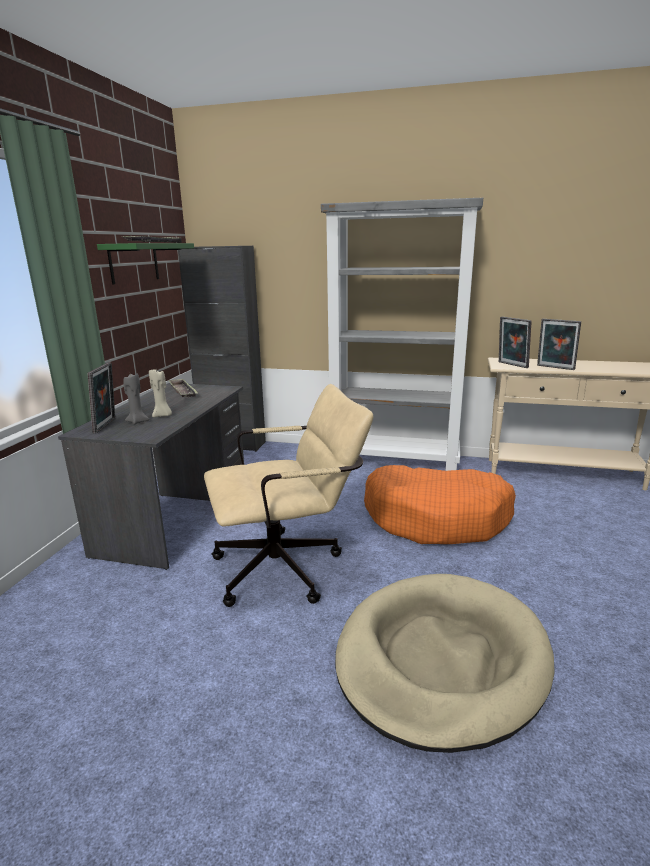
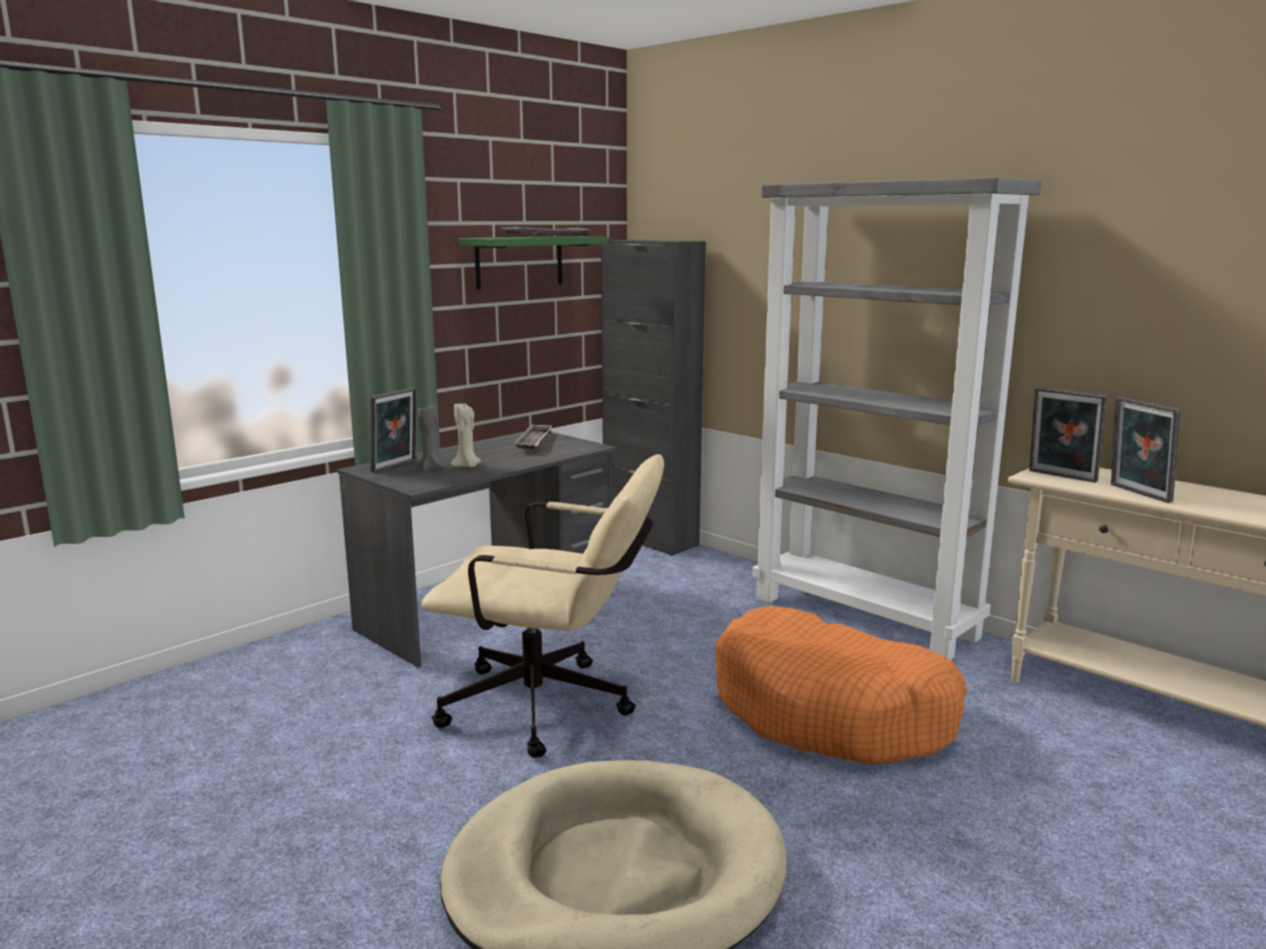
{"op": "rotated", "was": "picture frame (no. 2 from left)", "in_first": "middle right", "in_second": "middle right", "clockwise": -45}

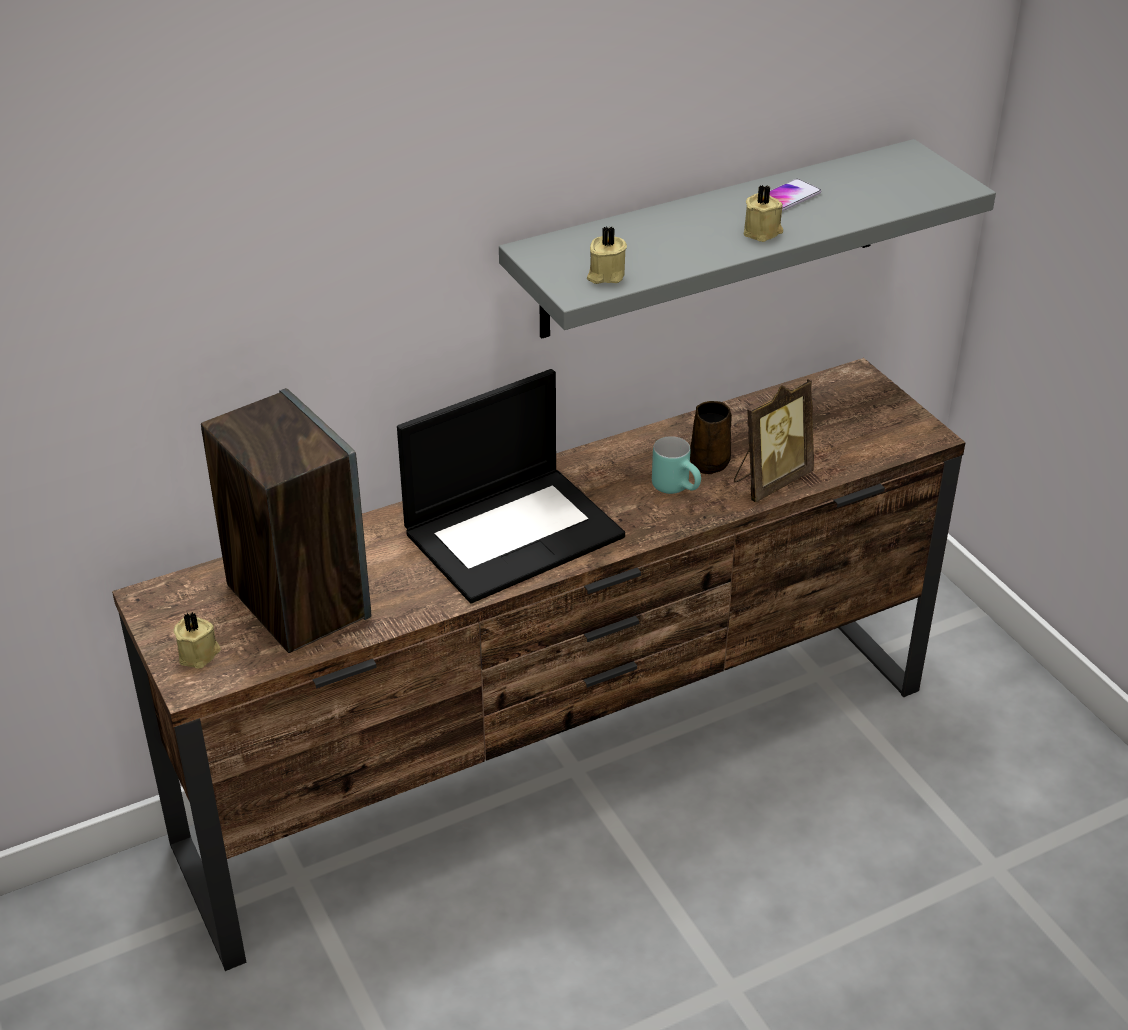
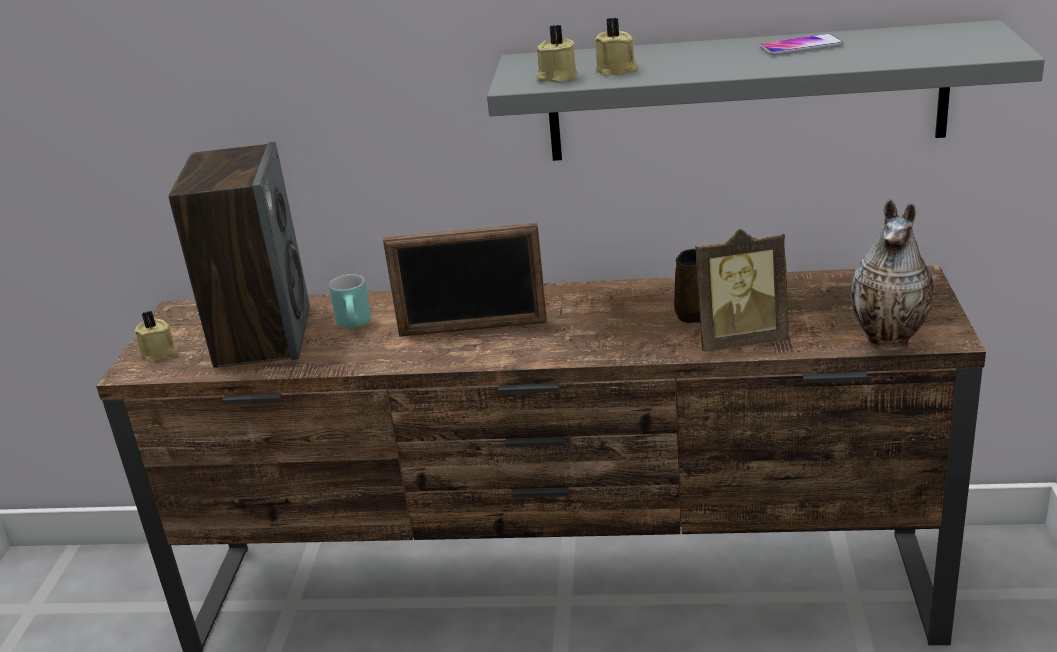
{"op": "shifted", "was": "beige candle (no. 3 from left)", "in_first": "top right", "in_second": "top centre"}
{"op": "swapped", "was": "laptop", "now": "picture frame (no. 1 from left)", "in_first": "centre", "in_second": "centre"}
{"op": "shifted", "was": "turquoise mug", "in_first": "centre", "in_second": "middle left"}
{"op": "new", "now": "vase", "in_second": "middle right"}

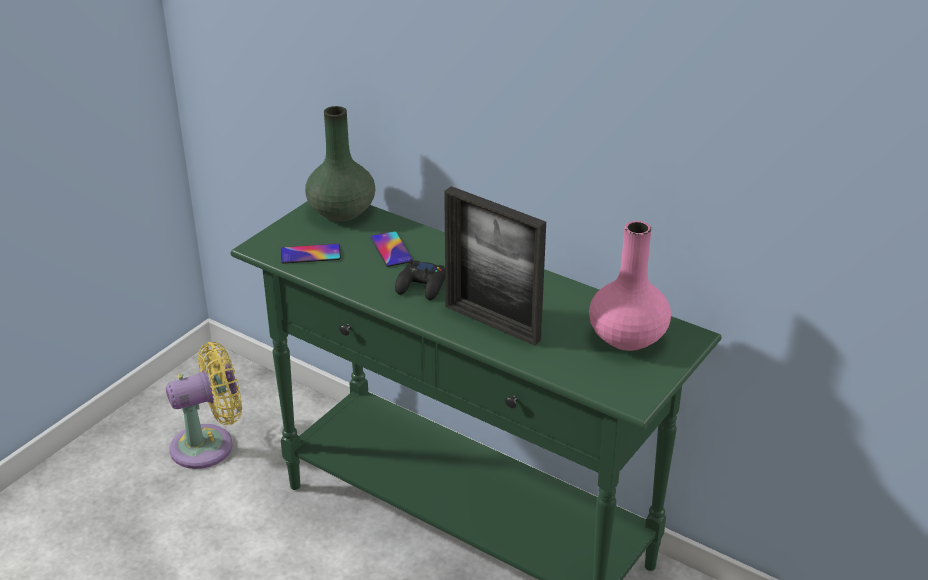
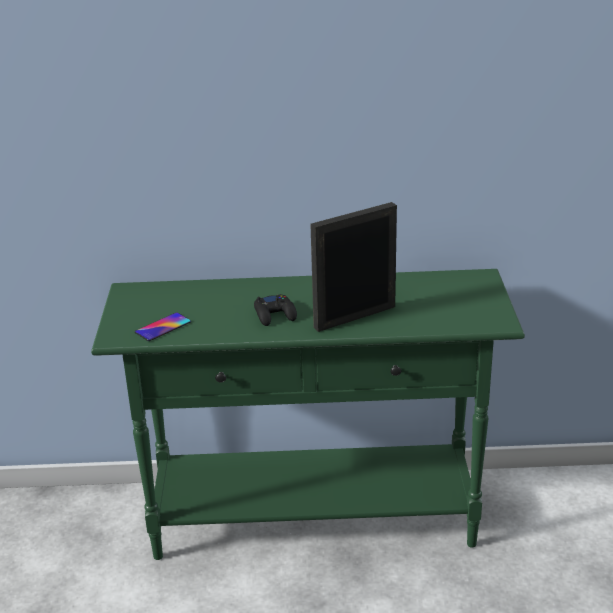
{"op": "gone", "was": "green vase", "in_first": "top centre"}
{"op": "rotated", "was": "picture frame", "in_first": "centre", "in_second": "centre", "clockwise": 150}
{"op": "gone", "was": "pink vase", "in_first": "middle right"}
{"op": "gone", "was": "phone (no. 2 from left)", "in_first": "centre"}
{"op": "gone", "was": "yellow fan", "in_first": "bottom left"}

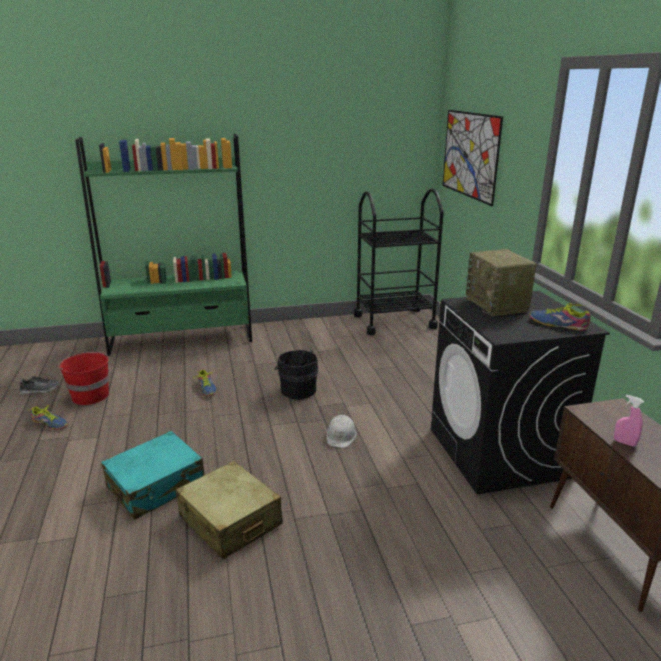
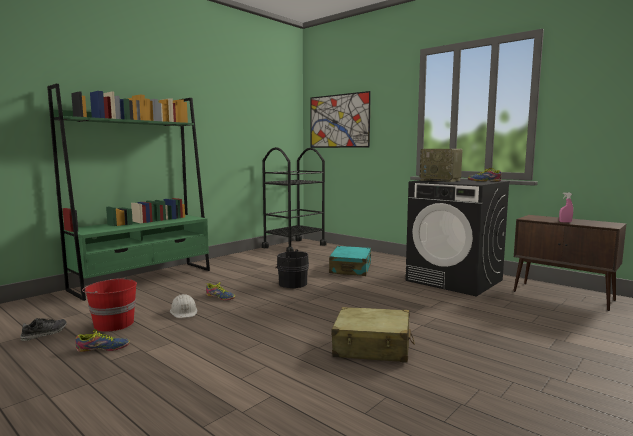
{"op": "shifted", "was": "white hard hat", "in_first": "centre", "in_second": "bottom left"}
{"op": "shifted", "was": "turquoise suitcase", "in_first": "bottom left", "in_second": "centre"}

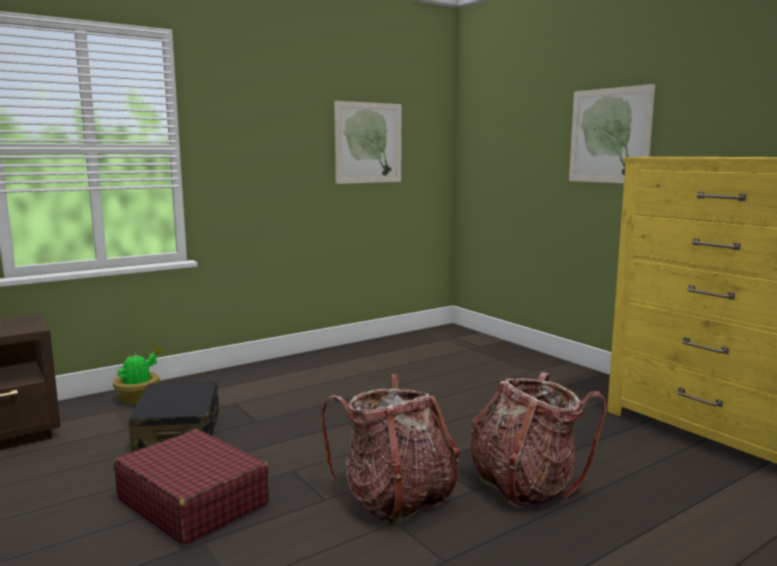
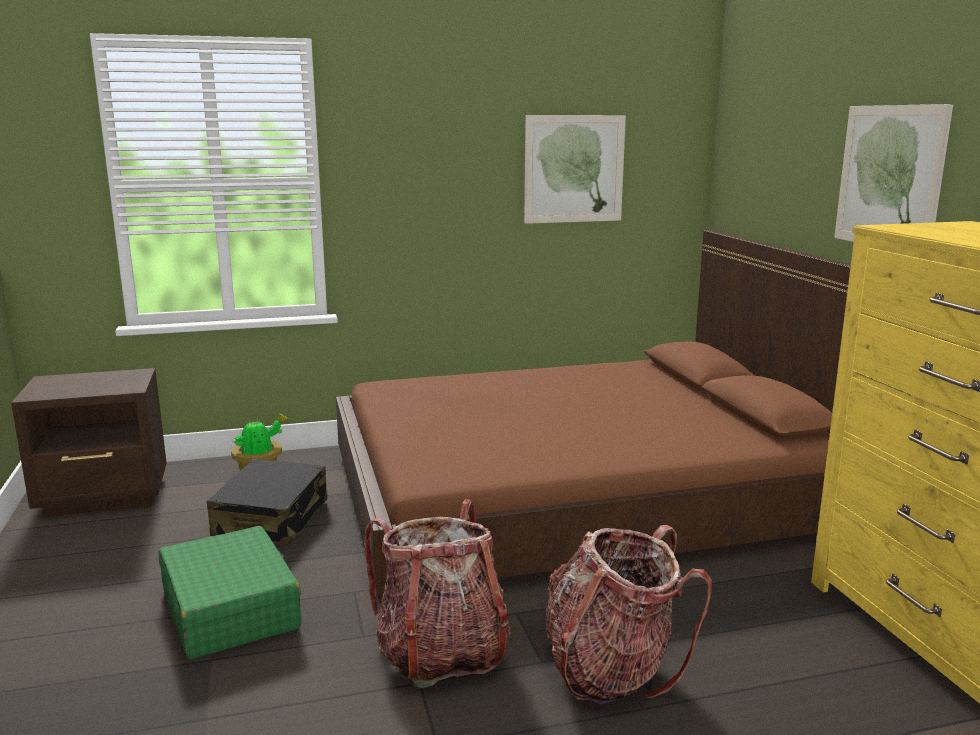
{"op": "repainted", "was": "red suitcase", "now": "green suitcase", "in_first": "bottom left", "in_second": "bottom left"}
{"op": "new", "now": "brown bed", "in_second": "centre"}

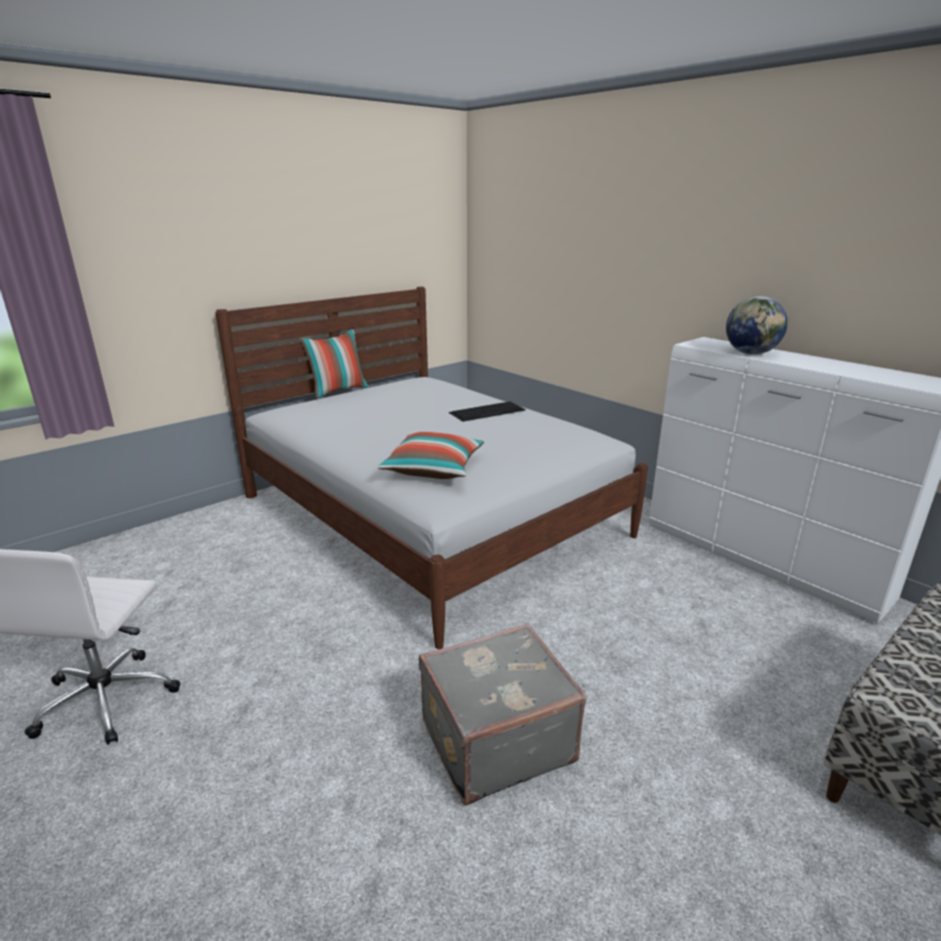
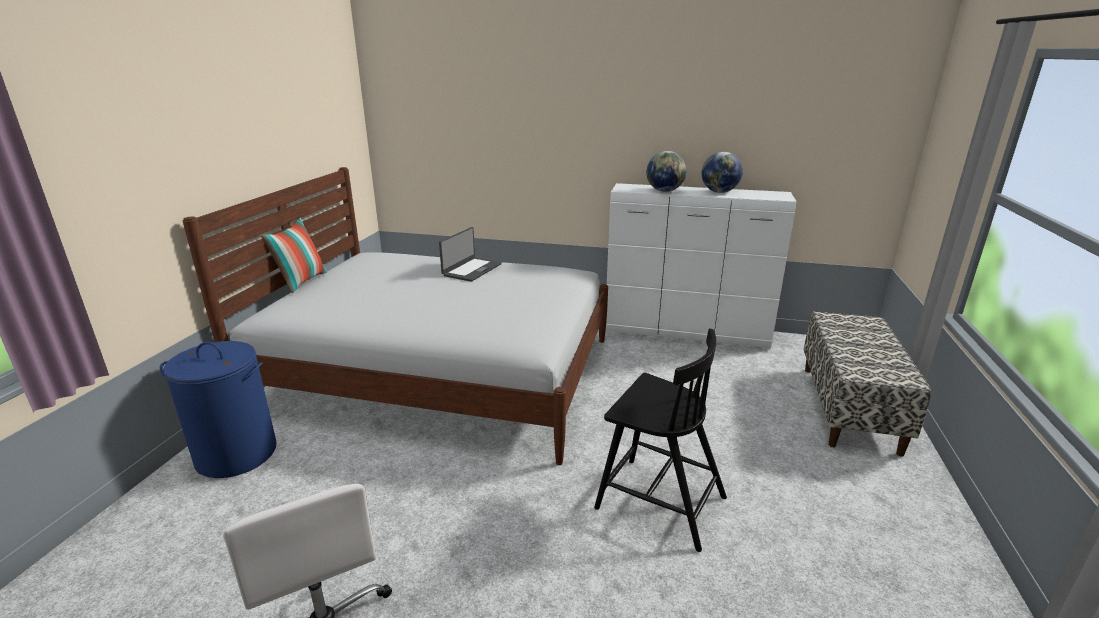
{"op": "swapped", "was": "keyboard", "now": "laptop", "in_first": "centre", "in_second": "centre"}
{"op": "gone", "was": "pillow (no. 2 from left)", "in_first": "centre"}
{"op": "swapped", "was": "grey suitcase", "now": "black chair", "in_first": "bottom centre", "in_second": "bottom centre"}
{"op": "new", "now": "globe (no. 2 from left)", "in_second": "top centre"}
{"op": "new", "now": "blue laundry basket", "in_second": "middle left"}

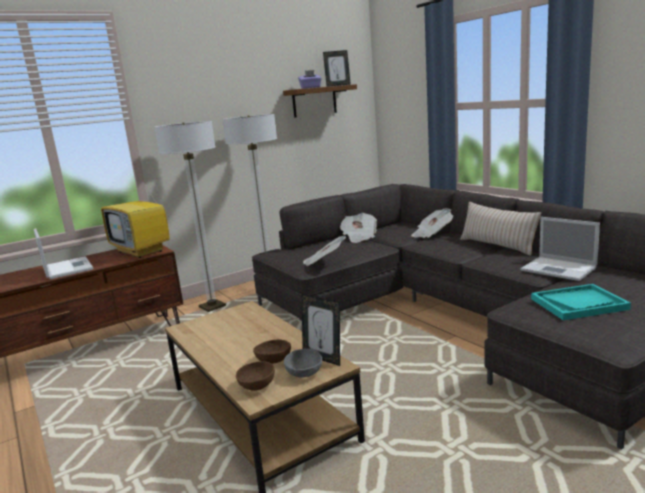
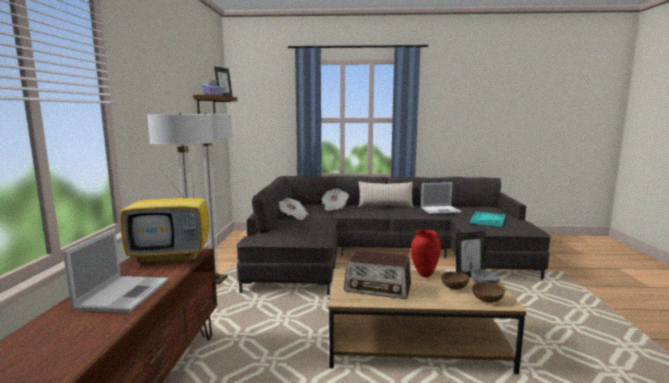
{"op": "rotated", "was": "laptop (no. 1 from left)", "in_first": "middle left", "in_second": "bottom left", "clockwise": 90}
{"op": "gone", "was": "newspaper (no. 1 from left)", "in_first": "centre"}
{"op": "new", "now": "red vase", "in_second": "centre"}
{"op": "new", "now": "radio", "in_second": "bottom centre"}

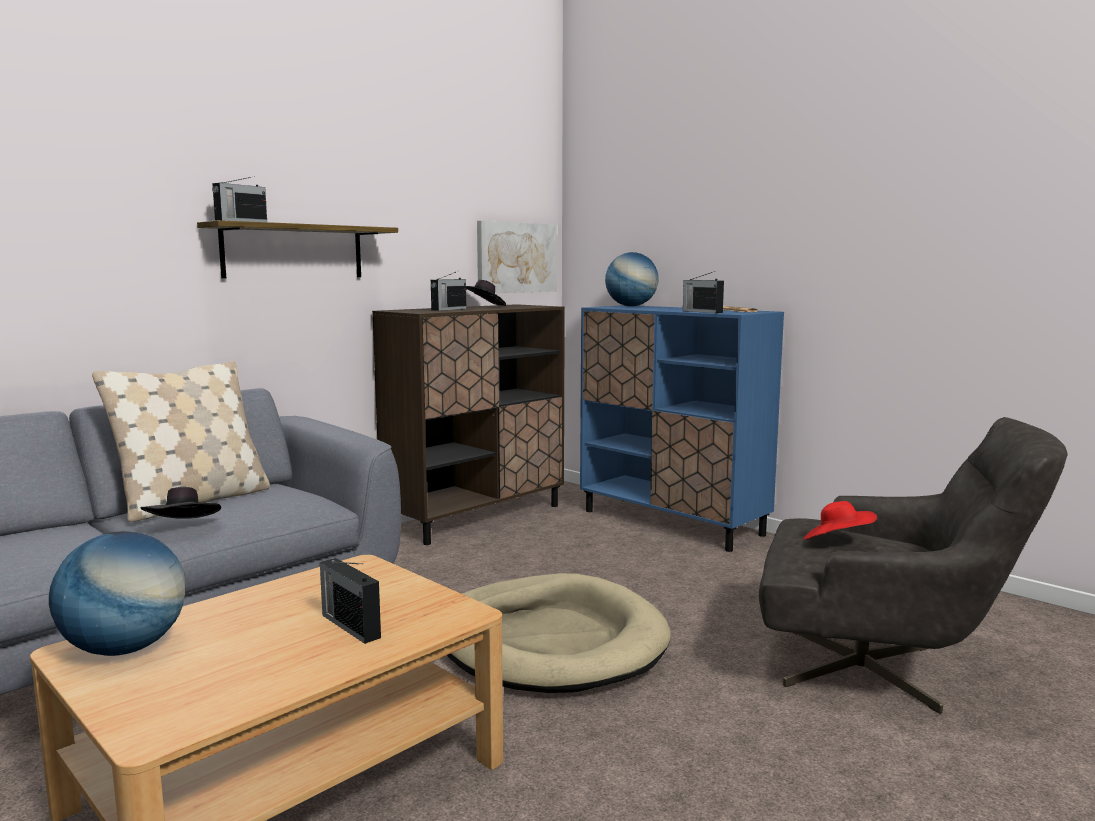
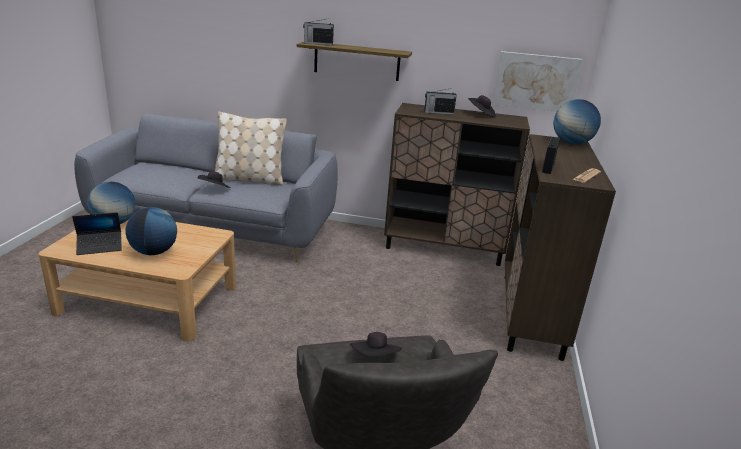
{"op": "repainted", "was": "blue cabinet", "now": "brown cabinet (no. 2 from left)", "in_first": "centre", "in_second": "middle right"}
{"op": "repainted", "was": "red hat", "now": "black hat (no. 2 from left)", "in_first": "middle right", "in_second": "bottom centre"}
{"op": "swapped", "was": "radio (no. 2 from left)", "now": "globe (no. 2 from left)", "in_first": "bottom left", "in_second": "middle left"}
{"op": "gone", "was": "beige dog bed", "in_first": "bottom centre"}
{"op": "new", "now": "laptop", "in_second": "middle left"}

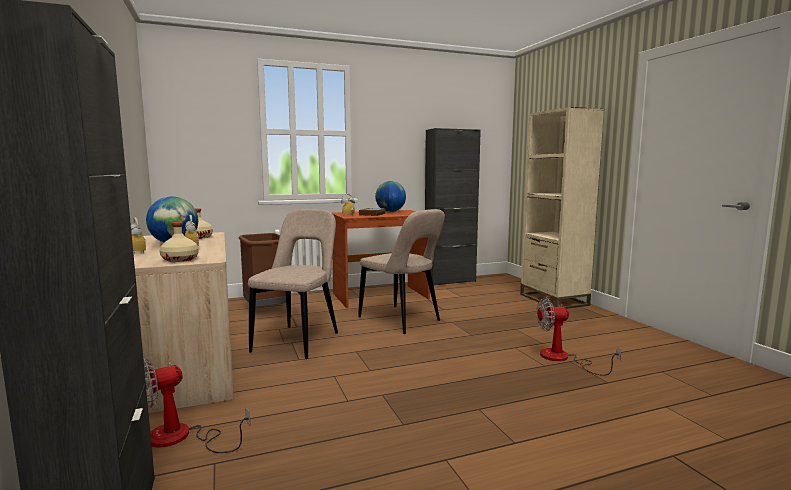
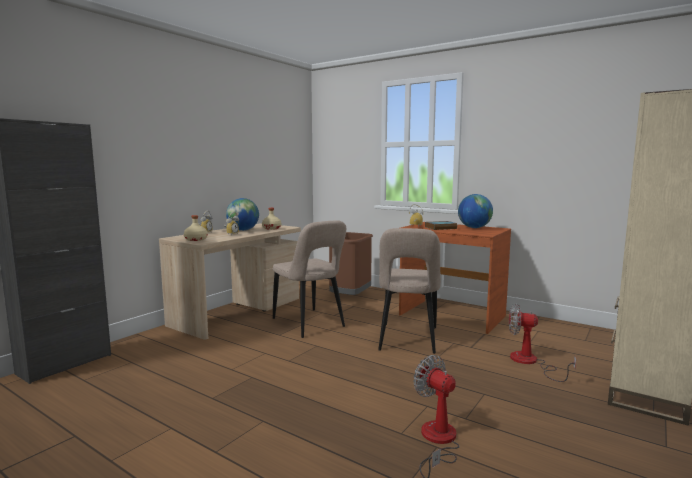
{"op": "gone", "was": "black cabinet (no. 2 from left)", "in_first": "centre"}
{"op": "rotated", "was": "beige chair (no. 1 from left)", "in_first": "centre", "in_second": "centre", "clockwise": 75}
{"op": "shifted", "was": "fan (no. 1 from left in the first image)", "now": "fan (no. 2 from left)", "in_first": "bottom left", "in_second": "bottom right"}

